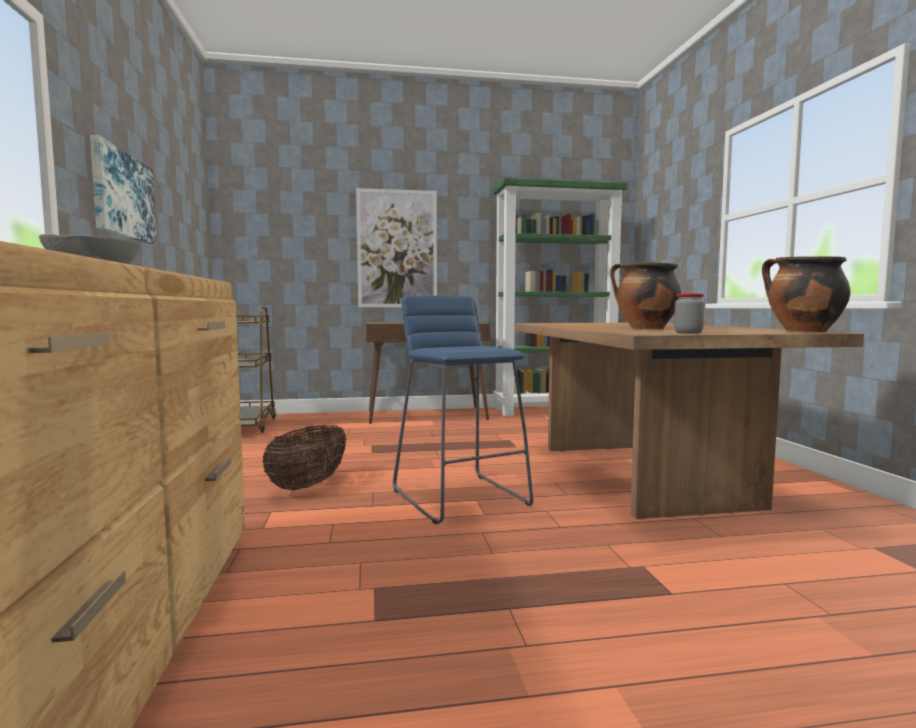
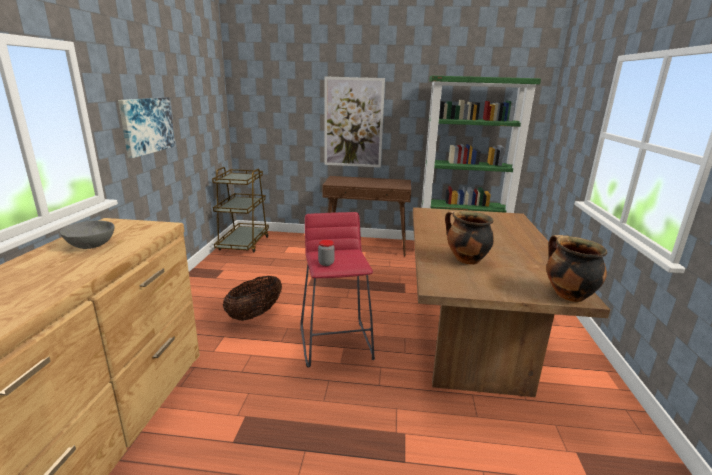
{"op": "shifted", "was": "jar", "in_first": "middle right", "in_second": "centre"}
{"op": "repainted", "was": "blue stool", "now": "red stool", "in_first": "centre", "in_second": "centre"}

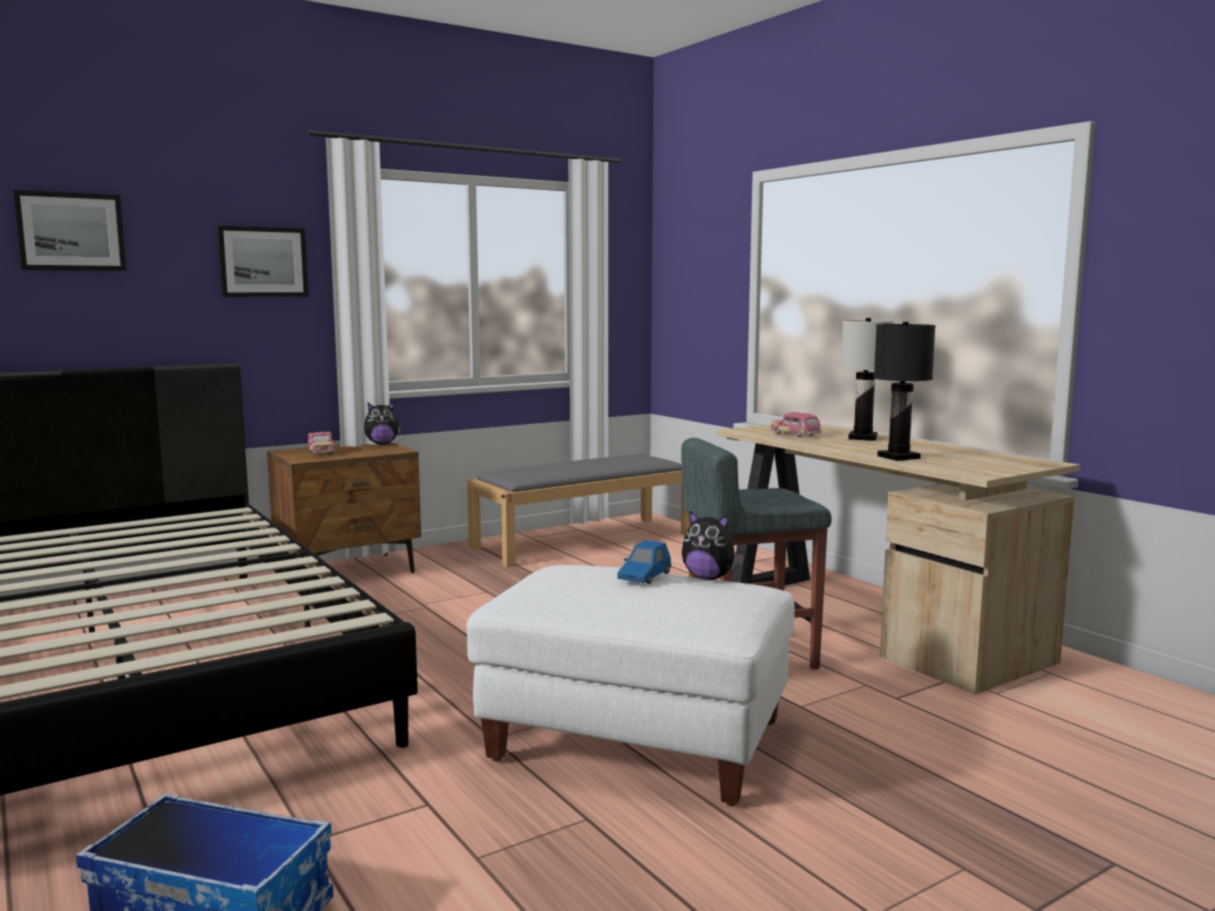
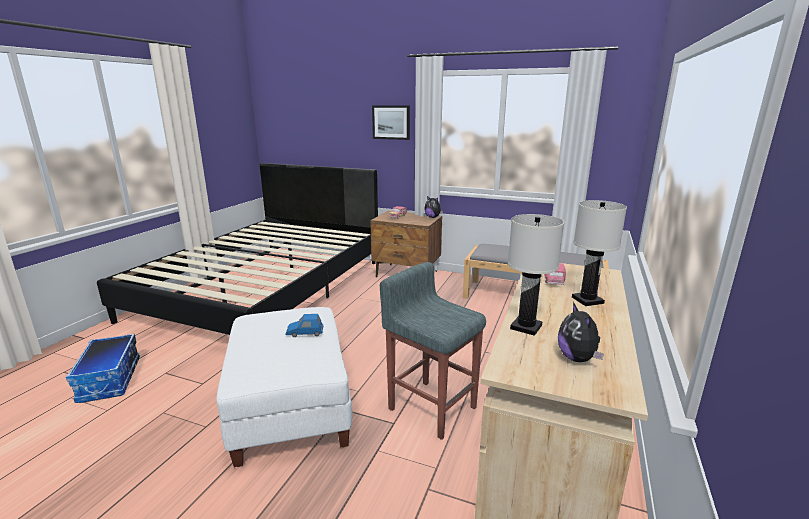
{"op": "gone", "was": "picture (no. 1 from left)", "in_first": "top left"}
{"op": "repainted", "was": "black table lamp", "now": "white table lamp (no. 1 from left)", "in_first": "middle right", "in_second": "centre"}
{"op": "shifted", "was": "plush toy (no. 2 from left)", "in_first": "centre", "in_second": "middle right"}

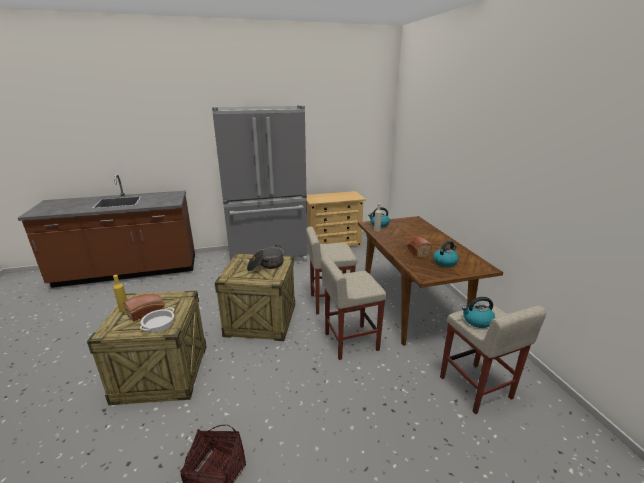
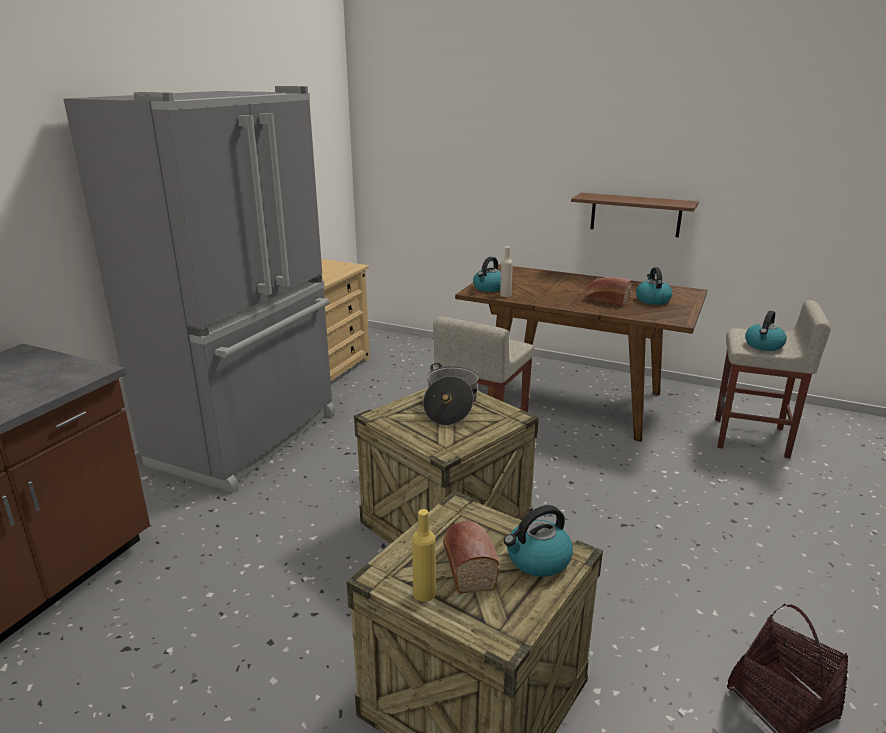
{"op": "gone", "was": "beige stool (no. 2 from left)", "in_first": "centre"}
{"op": "swapped", "was": "cooking pot (no. 1 from left)", "now": "kettle (no. 2 from left)", "in_first": "middle left", "in_second": "bottom centre"}
{"op": "new", "now": "brown shelf", "in_second": "top right"}

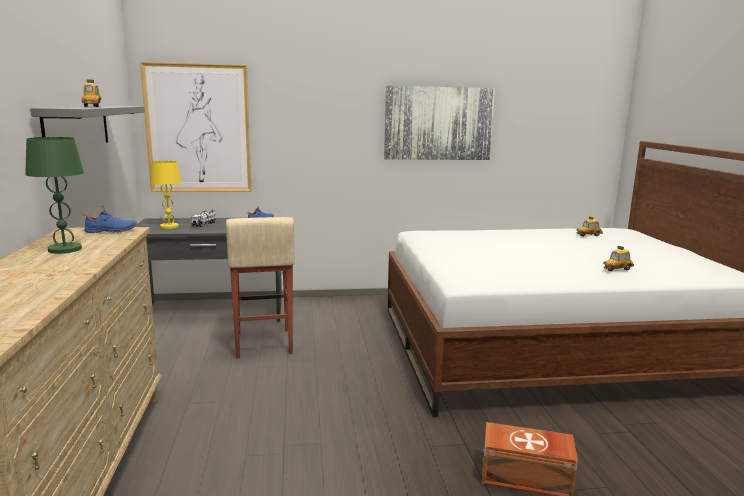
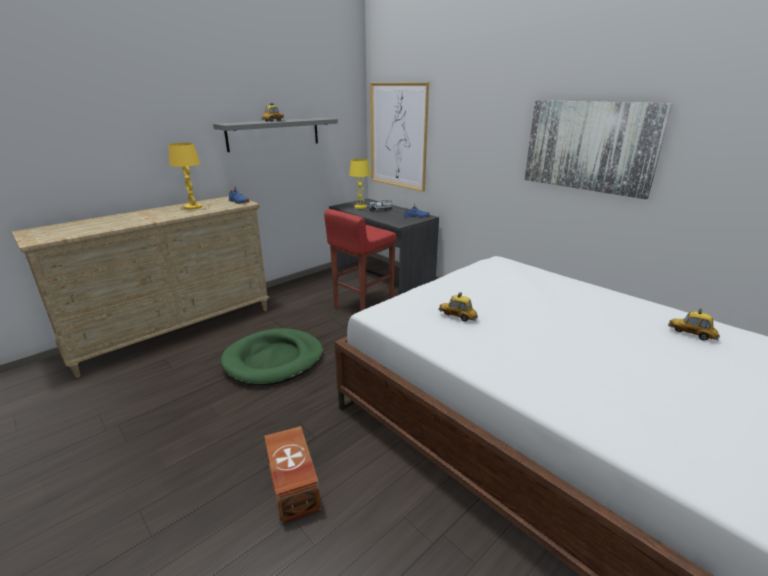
{"op": "repainted", "was": "green table lamp", "now": "yellow table lamp (no. 1 from left)", "in_first": "middle left", "in_second": "top left"}
{"op": "repainted", "was": "beige stool", "now": "red stool", "in_first": "centre", "in_second": "centre"}
{"op": "shifted", "was": "toy car (no. 3 from left in the first image)", "now": "toy car (no. 2 from left)", "in_first": "middle right", "in_second": "centre"}
{"op": "new", "now": "green dog bed", "in_second": "centre"}

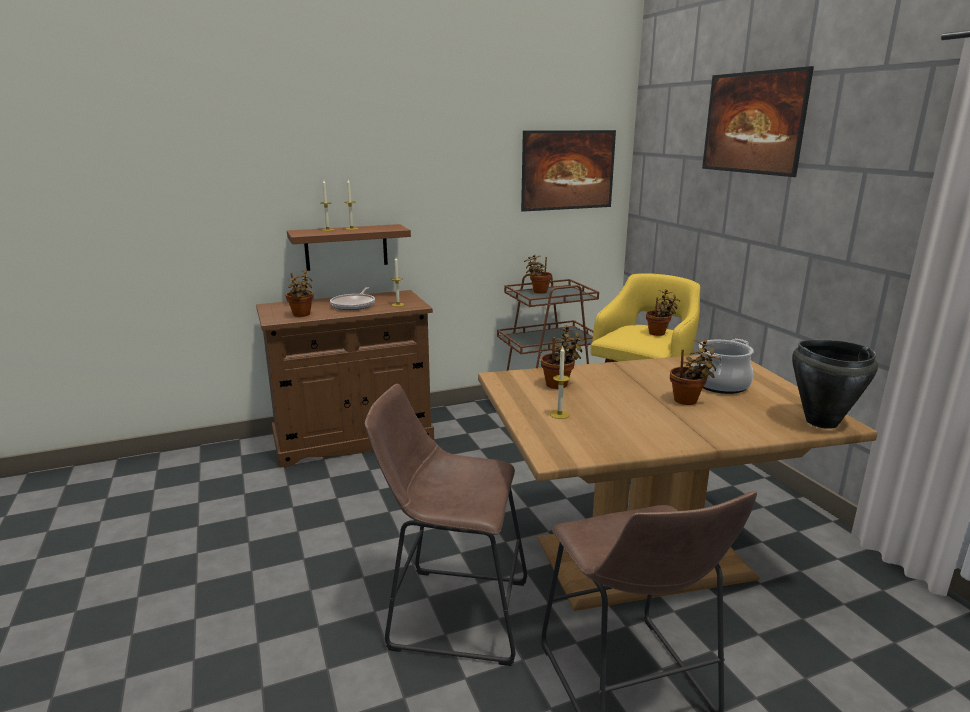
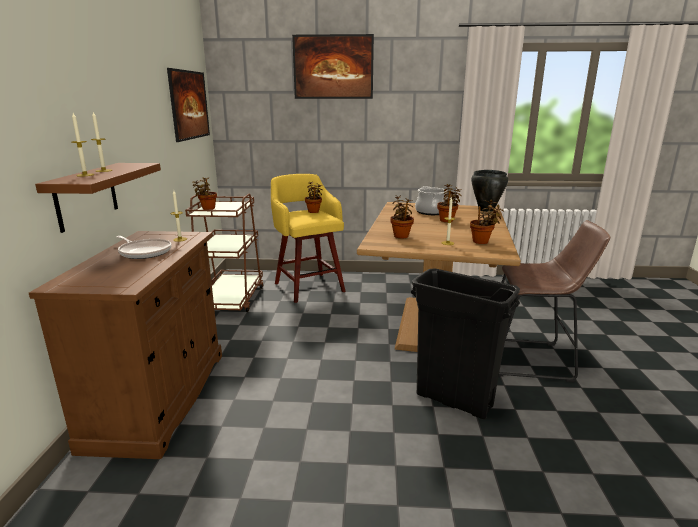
{"op": "shifted", "was": "potted plant (no. 1 from left in the first image)", "now": "potted plant (no. 5 from left)", "in_first": "middle left", "in_second": "middle right"}
{"op": "swapped", "was": "brown stool (no. 1 from left)", "now": "black trash can", "in_first": "bottom centre", "in_second": "centre"}

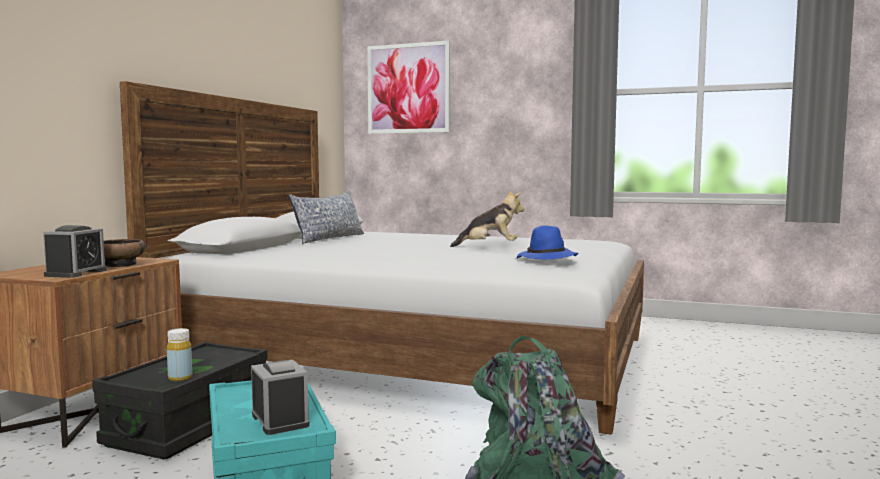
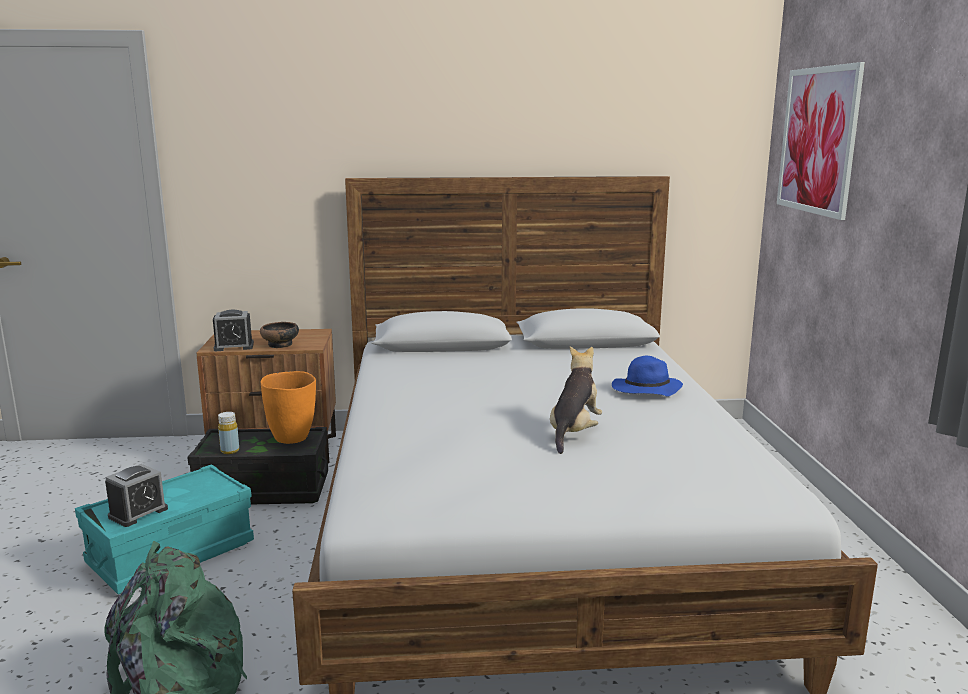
{"op": "rotated", "was": "plush toy", "in_first": "centre", "in_second": "centre", "clockwise": -135}
{"op": "gone", "was": "pillow", "in_first": "centre"}
{"op": "shifted", "was": "blue hat", "in_first": "centre", "in_second": "middle right"}
{"op": "new", "now": "orange vase", "in_second": "middle left"}

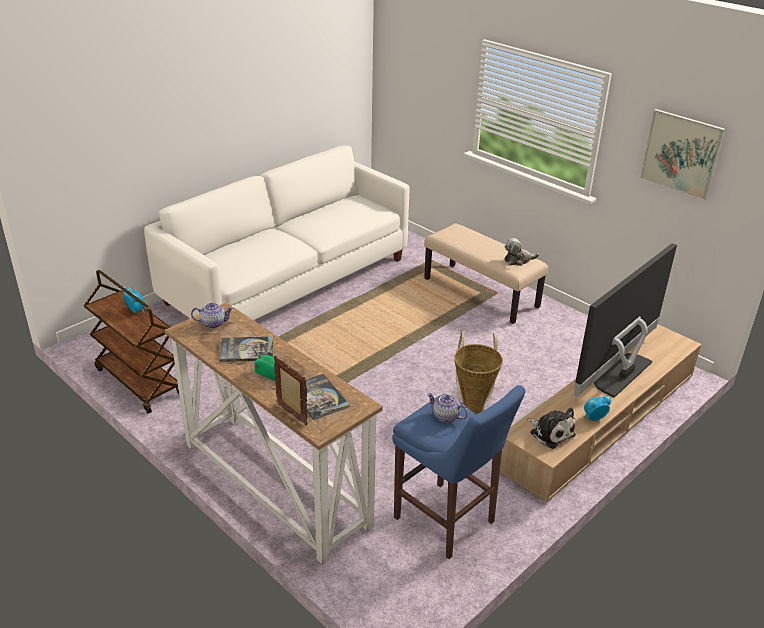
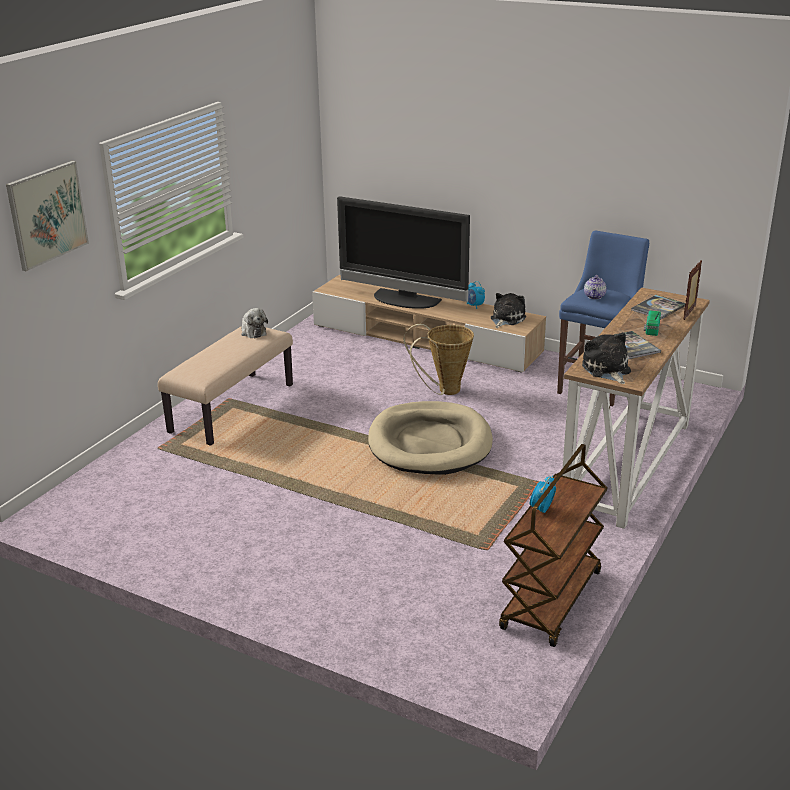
{"op": "shifted", "was": "picture", "in_first": "top right", "in_second": "top left"}
{"op": "gone", "was": "white sofa", "in_first": "centre"}
{"op": "swapped", "was": "teapot (no. 1 from left)", "now": "plush toy (no. 3 from left)", "in_first": "middle left", "in_second": "middle right"}
{"op": "new", "now": "beige dog bed", "in_second": "centre"}

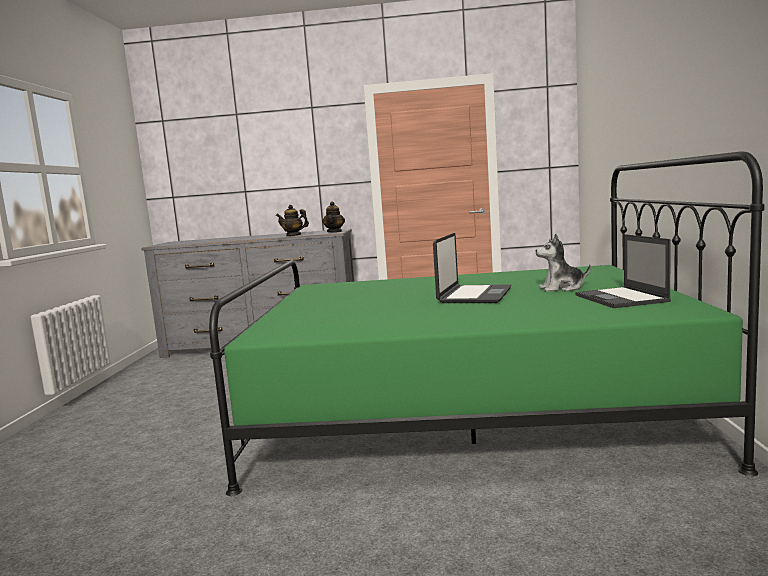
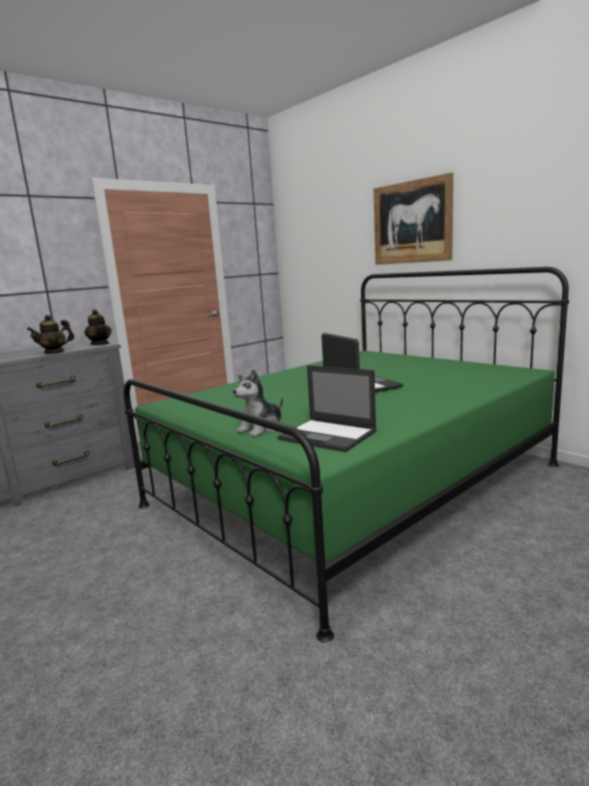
{"op": "shifted", "was": "plush toy", "in_first": "middle right", "in_second": "centre"}
{"op": "shifted", "was": "laptop (no. 2 from left in the first image)", "now": "laptop (no. 1 from left)", "in_first": "middle right", "in_second": "centre"}
{"op": "new", "now": "picture", "in_second": "top right"}

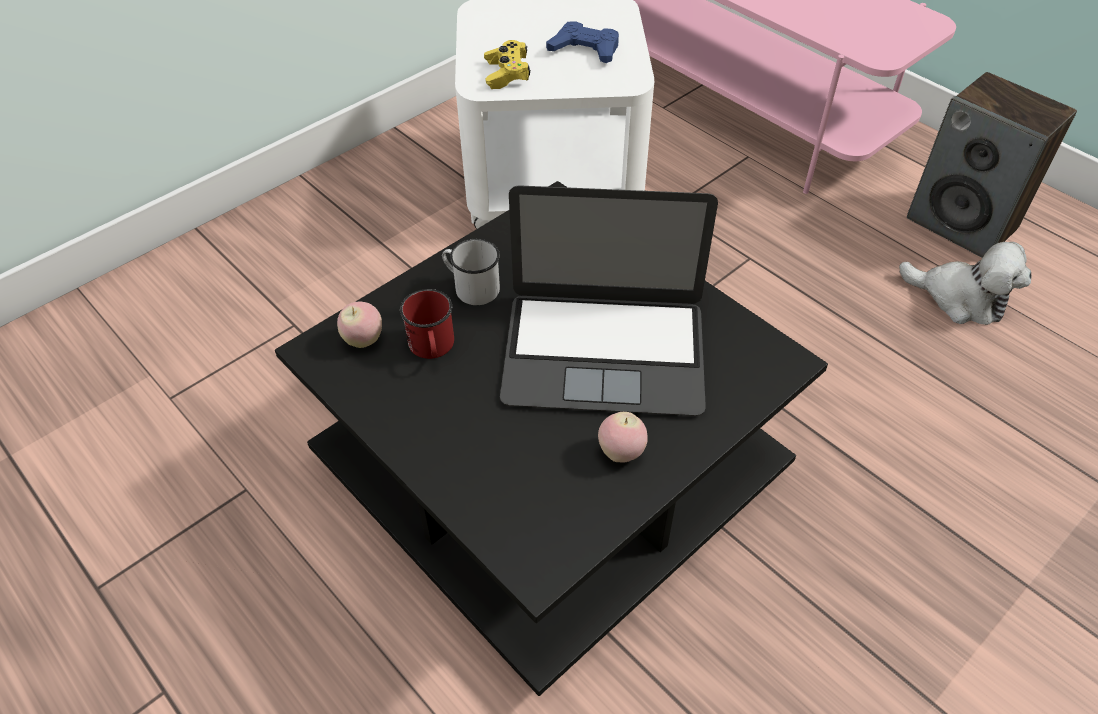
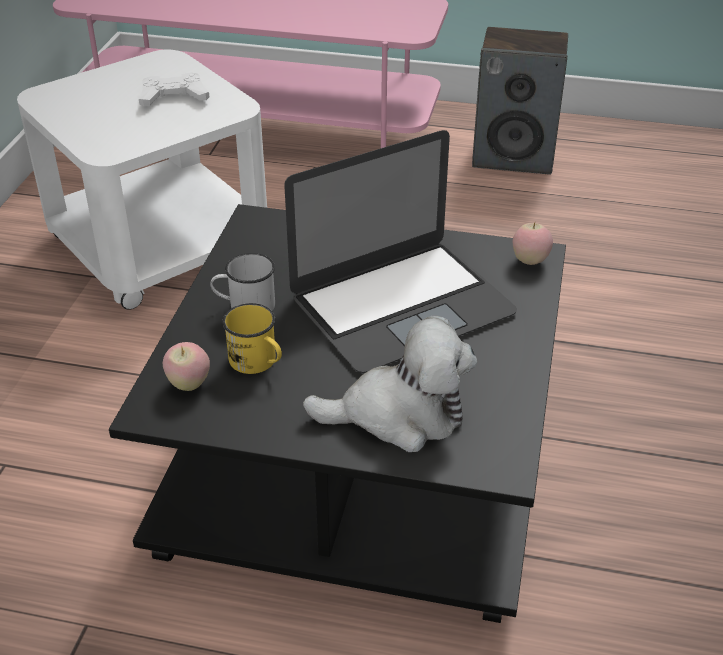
{"op": "repainted", "was": "blue game controller", "now": "white game controller", "in_first": "top centre", "in_second": "top left"}
{"op": "gone", "was": "yellow game controller", "in_first": "top centre"}
{"op": "shifted", "was": "plush toy", "in_first": "middle right", "in_second": "centre"}
{"op": "repainted", "was": "red mug", "now": "yellow mug", "in_first": "centre", "in_second": "centre"}
{"op": "shifted", "was": "apple (no. 2 from left)", "in_first": "centre", "in_second": "middle right"}

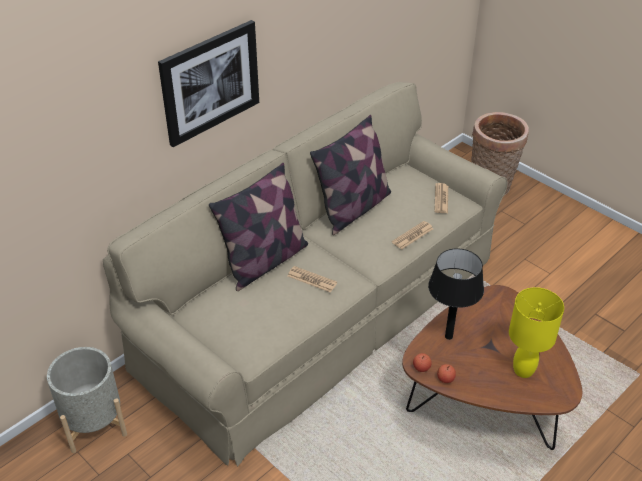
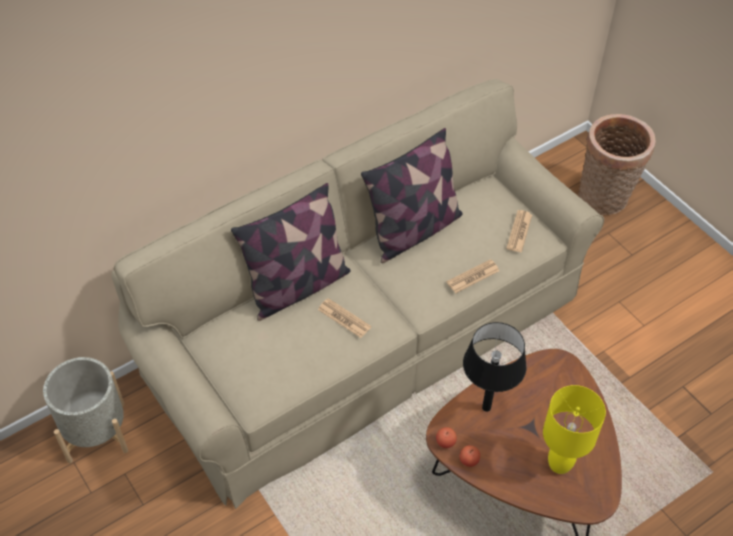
{"op": "gone", "was": "picture", "in_first": "top left"}

